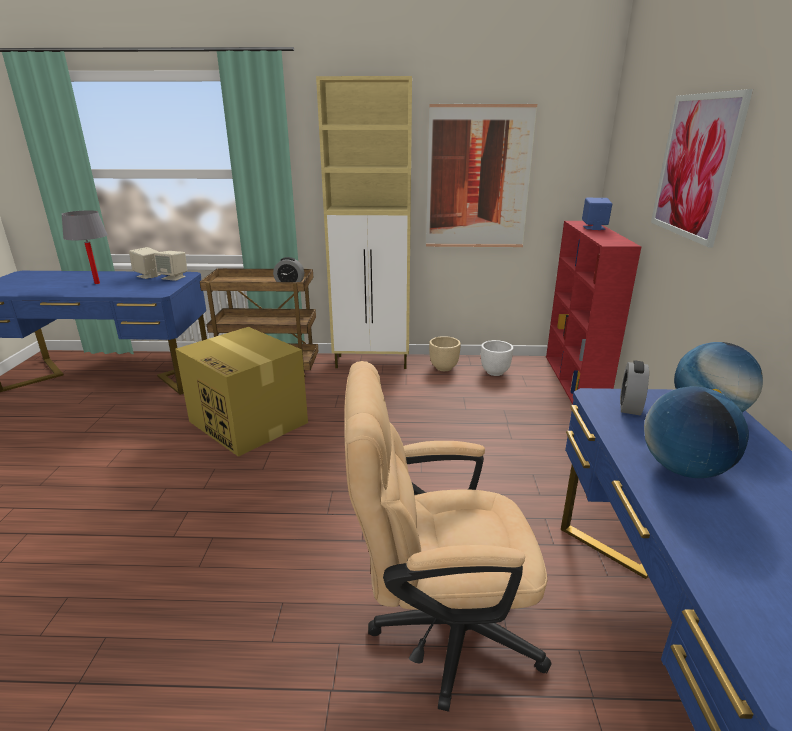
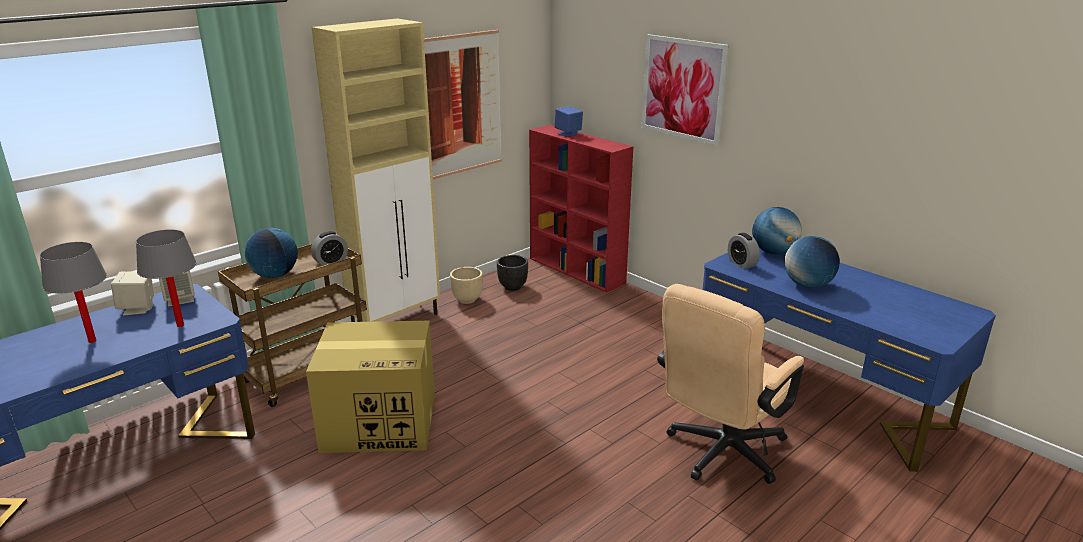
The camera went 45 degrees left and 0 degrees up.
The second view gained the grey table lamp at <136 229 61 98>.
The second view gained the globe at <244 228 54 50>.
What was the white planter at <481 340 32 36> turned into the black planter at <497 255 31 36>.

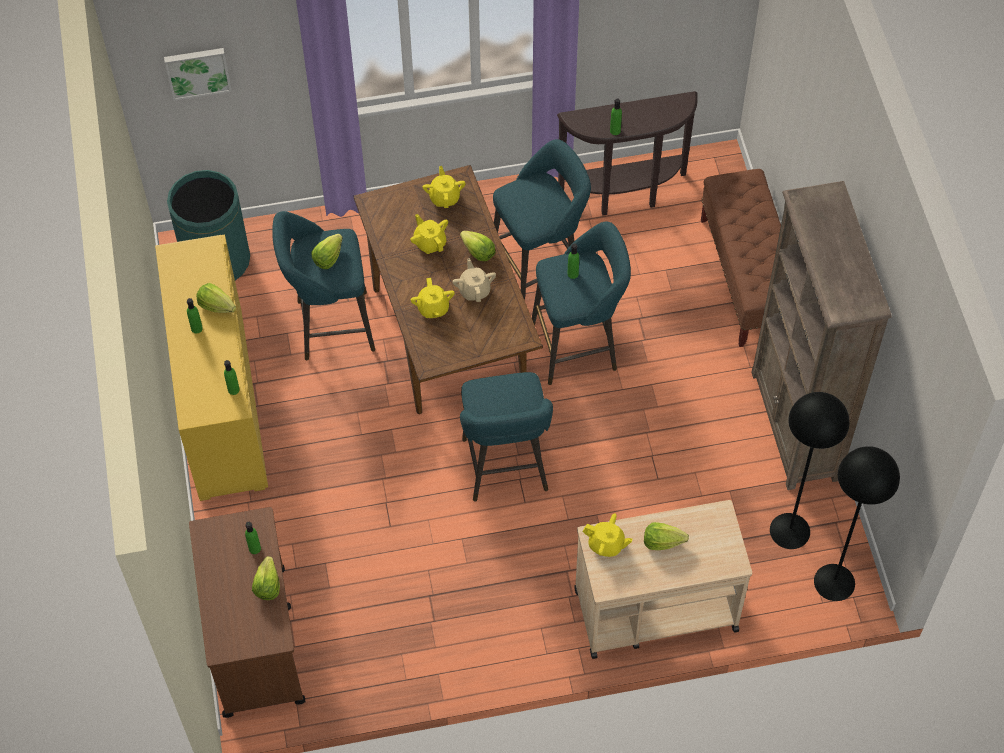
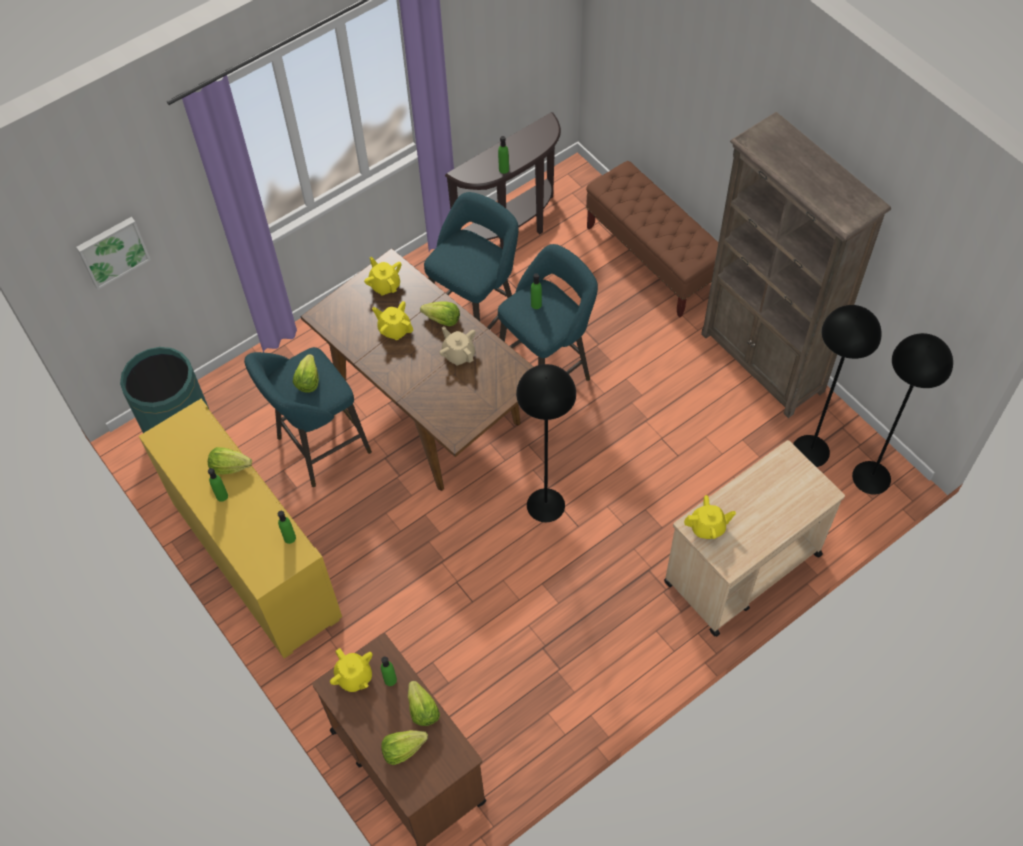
The camera went 25 degrees left and 0 degrees up.
The yellow teapot ended up elsewhere, having gone from <411 278 44 40> to <330 648 43 44>.
The lettuce ended up elsewhere, having gone from <644 522 45 28> to <381 730 47 35>.
Where the turquoise stool stood at <460 372 93 130>, the black floor lamp came to stand at <516 364 60 158>.

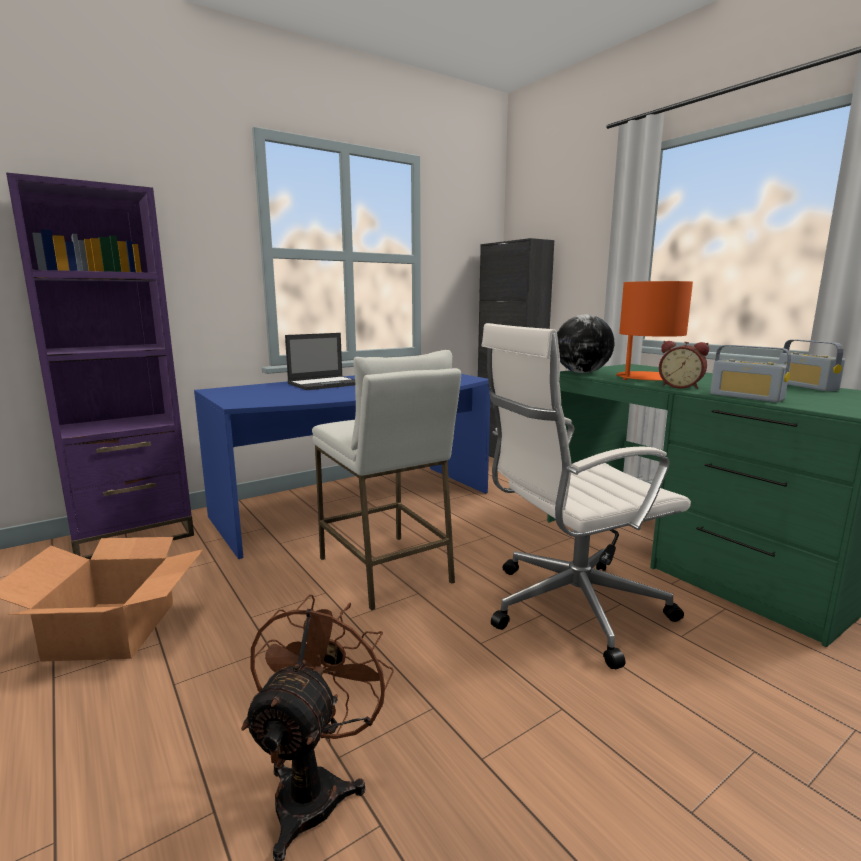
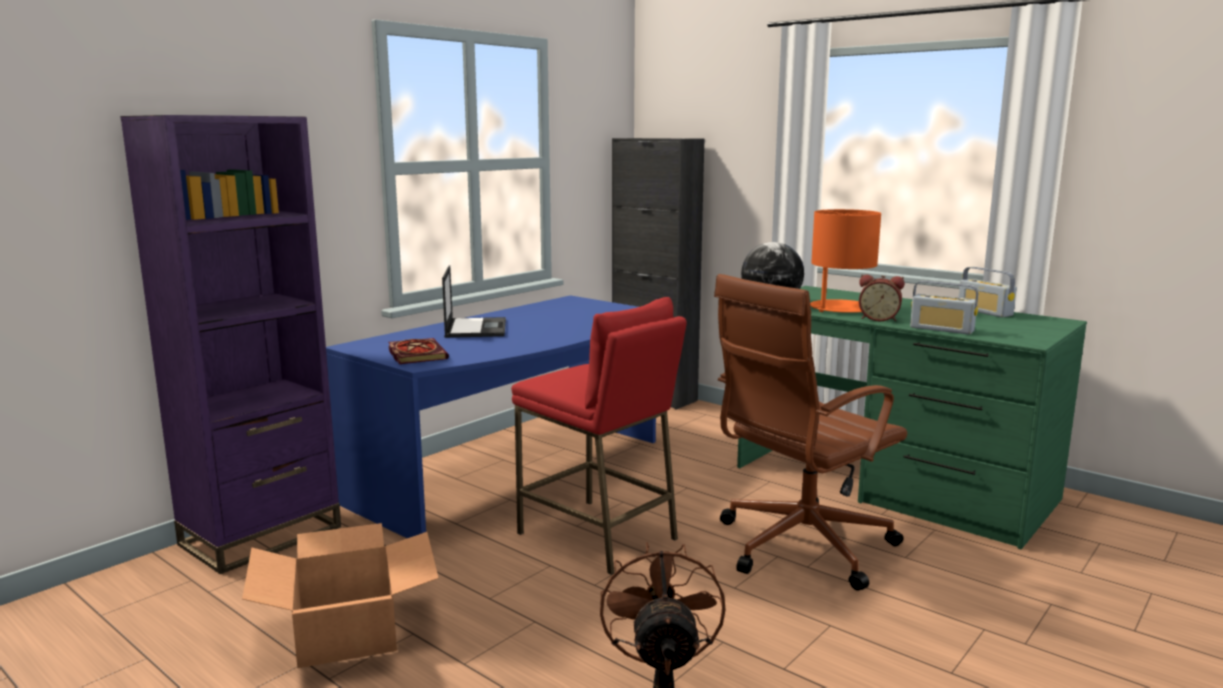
The camera went 15 degrees left and 0 degrees up.
The second view gained the book at <388 338 61 26>.
The laptop at <285 333 71 57> ended up facing another way, 45 degrees counterclockwise from before.
What was the white stool at <312 350 149 260> turned into the red stool at <511 297 176 278>.
What was the white office chair at <481 323 210 346> turned into the brown office chair at <714 274 193 317>.

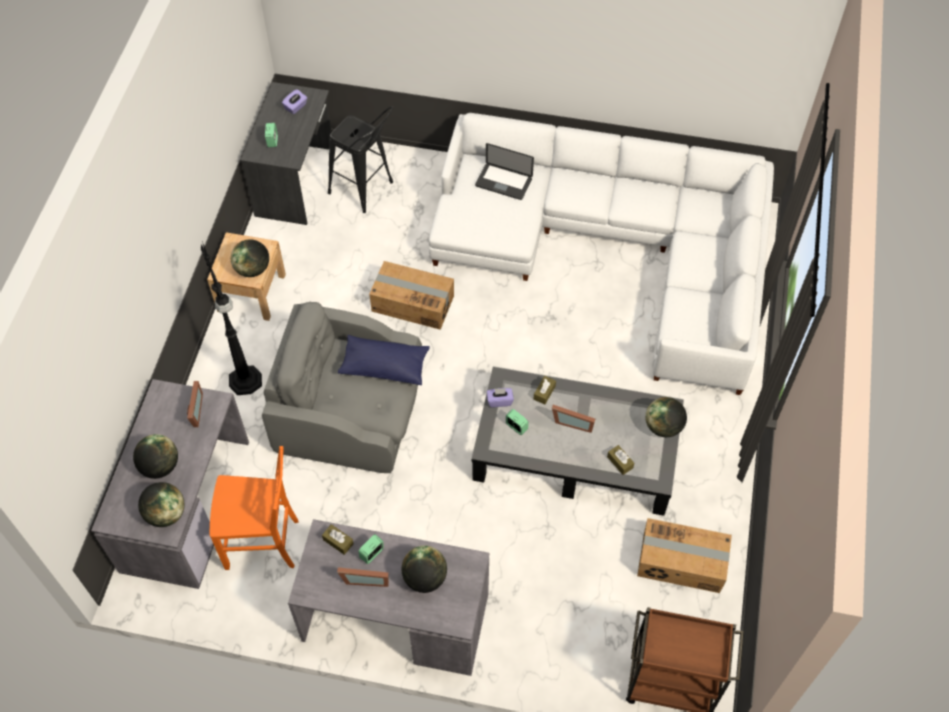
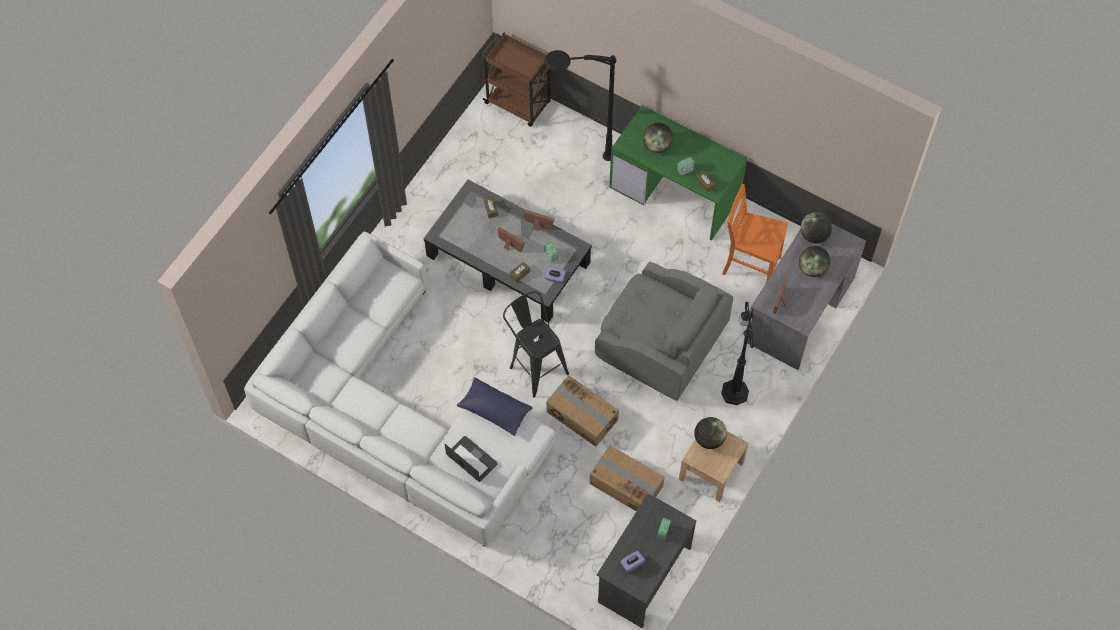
The camera went 160 degrees left and 5 degrees up.
The blue pillow ended up elsewhere, having gone from <338 335 92 50> to <457 377 76 59>.
The black stool ended up elsewhere, having gone from <328 106 66 107> to <503 291 66 107>.
The picture frame ended up elsewhere, having gone from <337 567 52 20> to <524 209 31 22>.
The second view gained the black floor lamp at <545 50 71 111>.
The cardboard box ended up elsewhere, having gone from <637 518 95 75> to <590 445 75 66>.
What was the grey desk at <288 519 201 157> turned into the green desk at <609 105 138 135>.
The second view lost the globe at <645 397 42 40>.

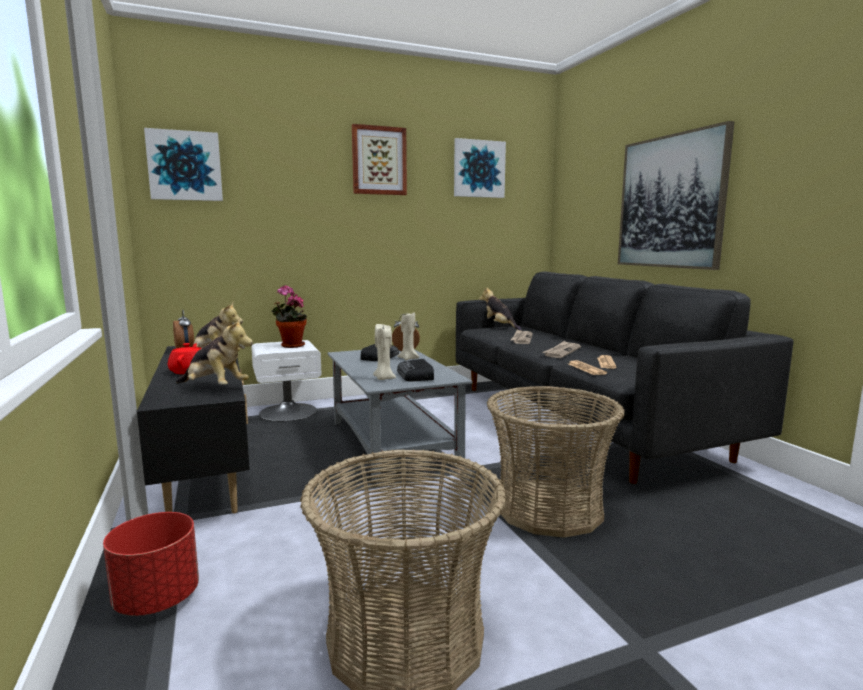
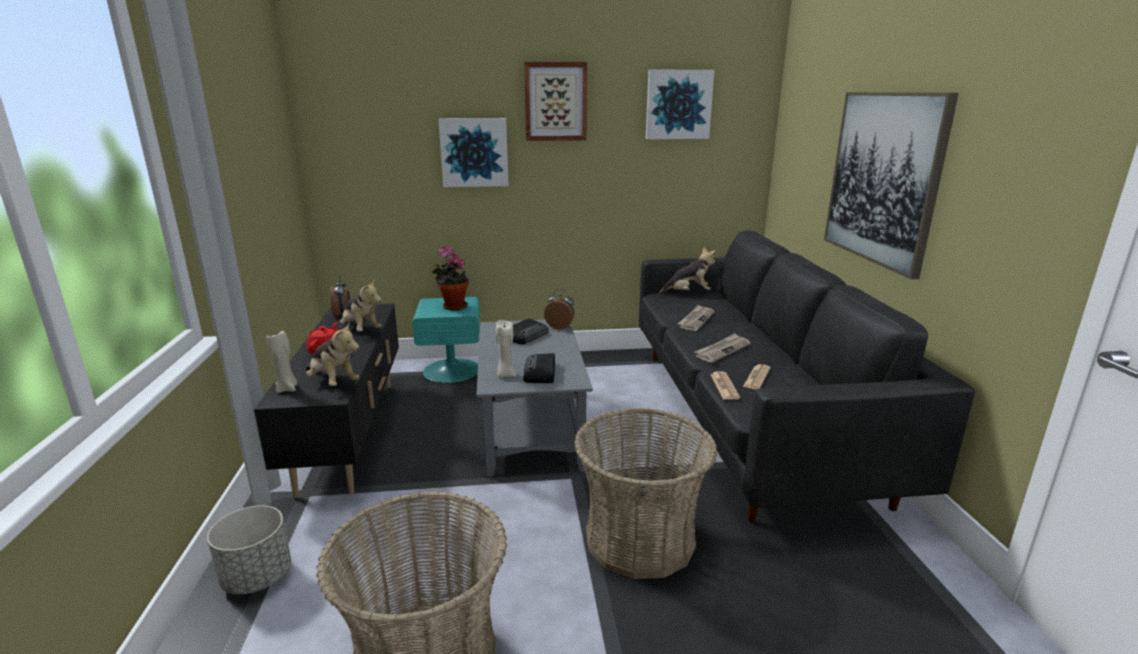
The camera went 15 degrees right and 10 degrees up.
What was the red planter at <103 512 96 104> turned into the grey planter at <207 506 84 88>.
The beige candle ended up elsewhere, having gone from <397 313 22 47> to <266 331 31 62>.
What was the white nightstand at <251 340 70 81> turned into the turquoise nightstand at <412 297 68 86>.
The picture ended up elsewhere, having gone from <144 128 79 73> to <438 118 71 69>.
The plush toy at <479 287 42 44> ended up facing another way, 105 degrees clockwise from before.

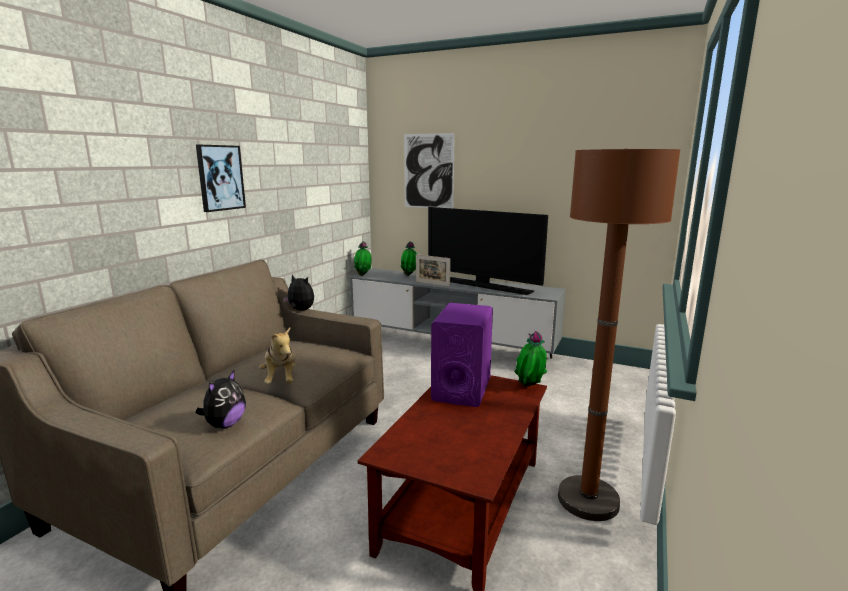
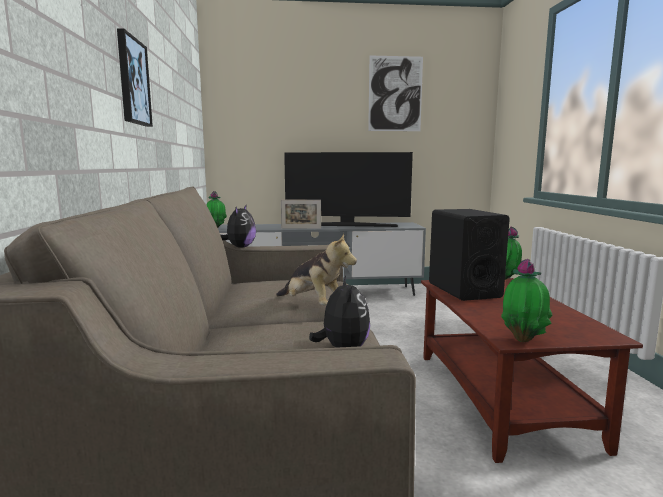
The camera went 30 degrees left and 5 degrees down.
The plush toy at <283 275 31 36> ended up facing another way, 105 degrees clockwise from before.
The picture ended up elsewhere, having gone from <404 133 51 75> to <368 56 55 75>.
What was the purple speaker at <431 303 62 104> turned into the black speaker at <429 209 81 92>.
The potted plant ended up elsewhere, having gone from <401 241 16 35> to <501 259 51 83>.
The second view lost the brown floor lamp at <558 148 122 373>.

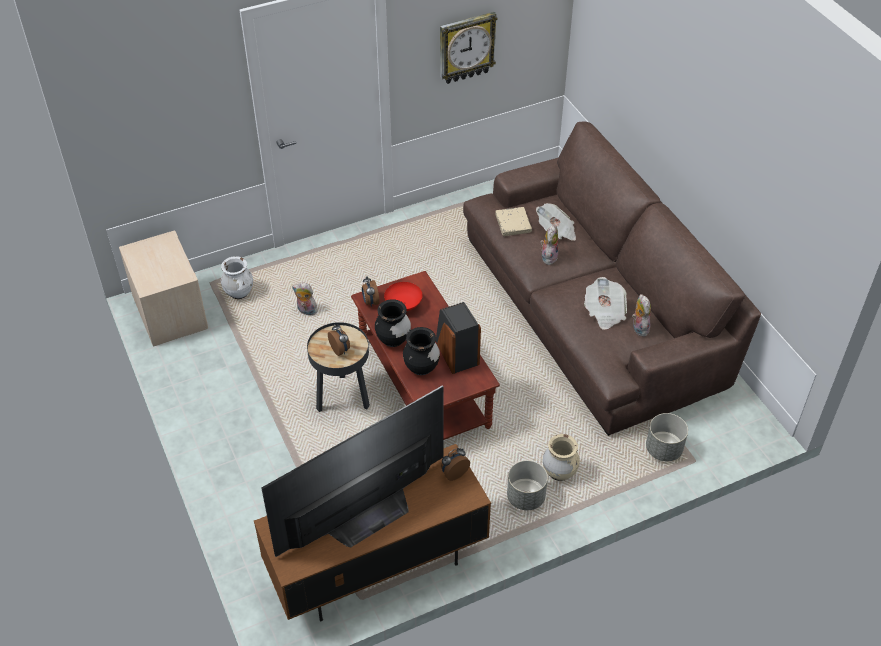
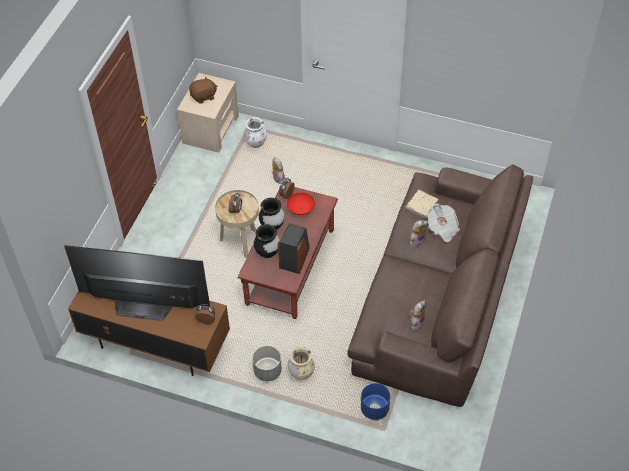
The camera went 45 degrees right and 5 degrees up.
The second view gained the brown plush toy at <189 76 28 28>.
What was the black side table at <307 322 63 90> turned into the beige side table at <215 190 44 68>.
What was the grey planter at <646 413 42 48> turned into the blue planter at <361 383 29 37>.
The second view lost the wall clock at <440 12 58 72>.
The second view lost the newspaper at <584 277 43 53>.

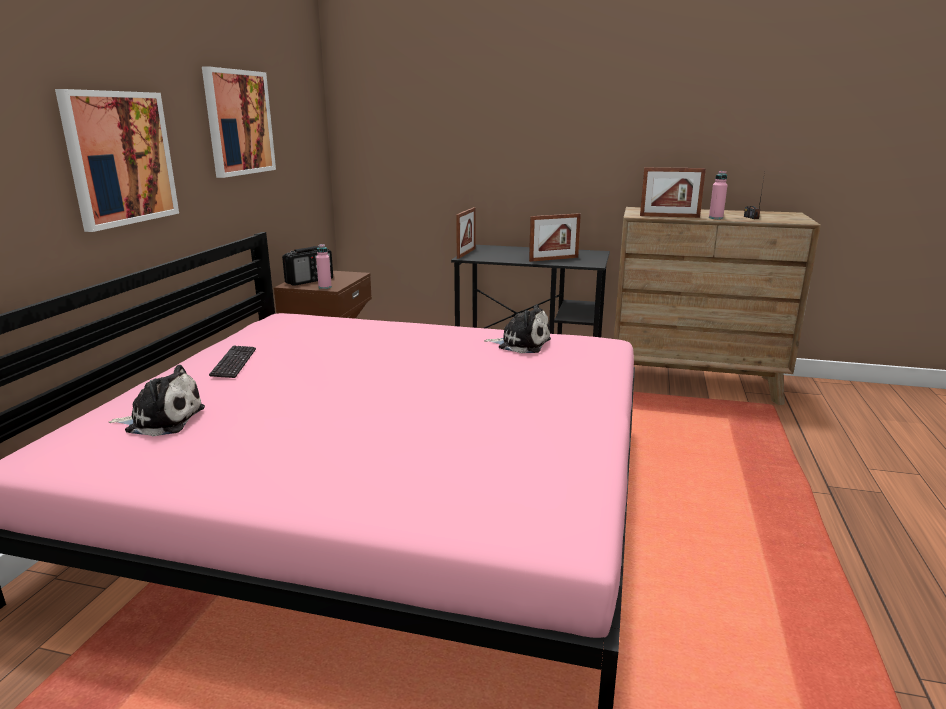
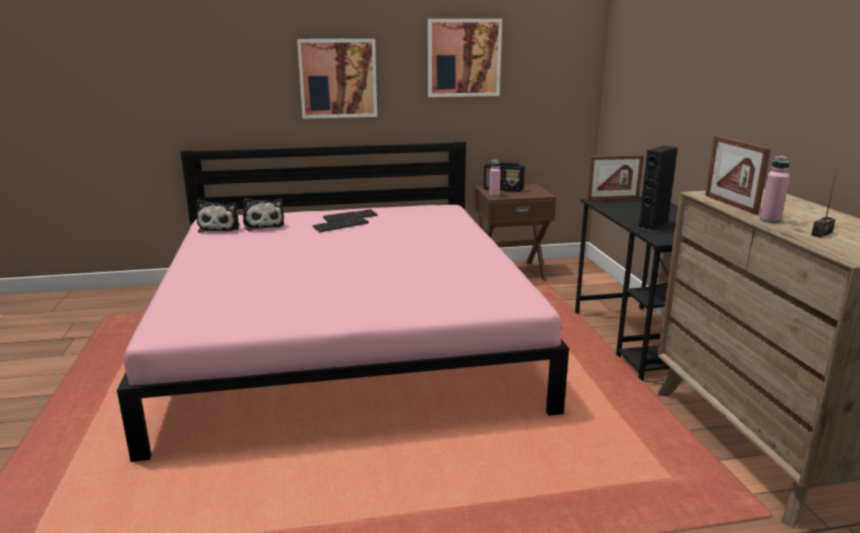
The camera went 65 degrees right and 0 degrees up.
The plush toy ended up elsewhere, having gone from <484 304 67 49> to <196 200 44 33>.
The second view gained the keyboard at <312 216 57 16>.
Where the picture frame stood at <529 213 52 49>, the black speaker came to stand at <637 146 41 85>.

